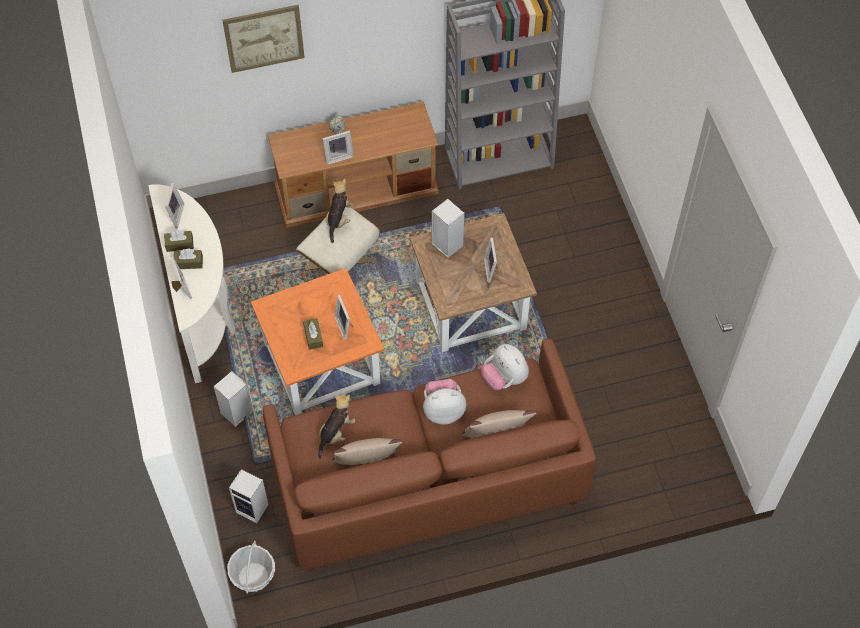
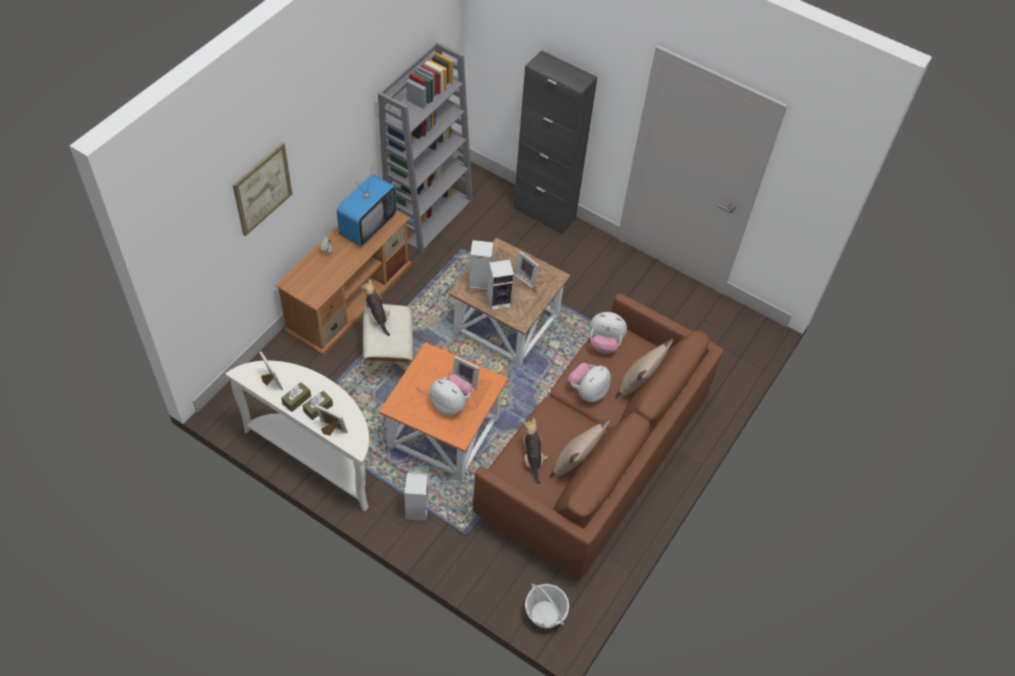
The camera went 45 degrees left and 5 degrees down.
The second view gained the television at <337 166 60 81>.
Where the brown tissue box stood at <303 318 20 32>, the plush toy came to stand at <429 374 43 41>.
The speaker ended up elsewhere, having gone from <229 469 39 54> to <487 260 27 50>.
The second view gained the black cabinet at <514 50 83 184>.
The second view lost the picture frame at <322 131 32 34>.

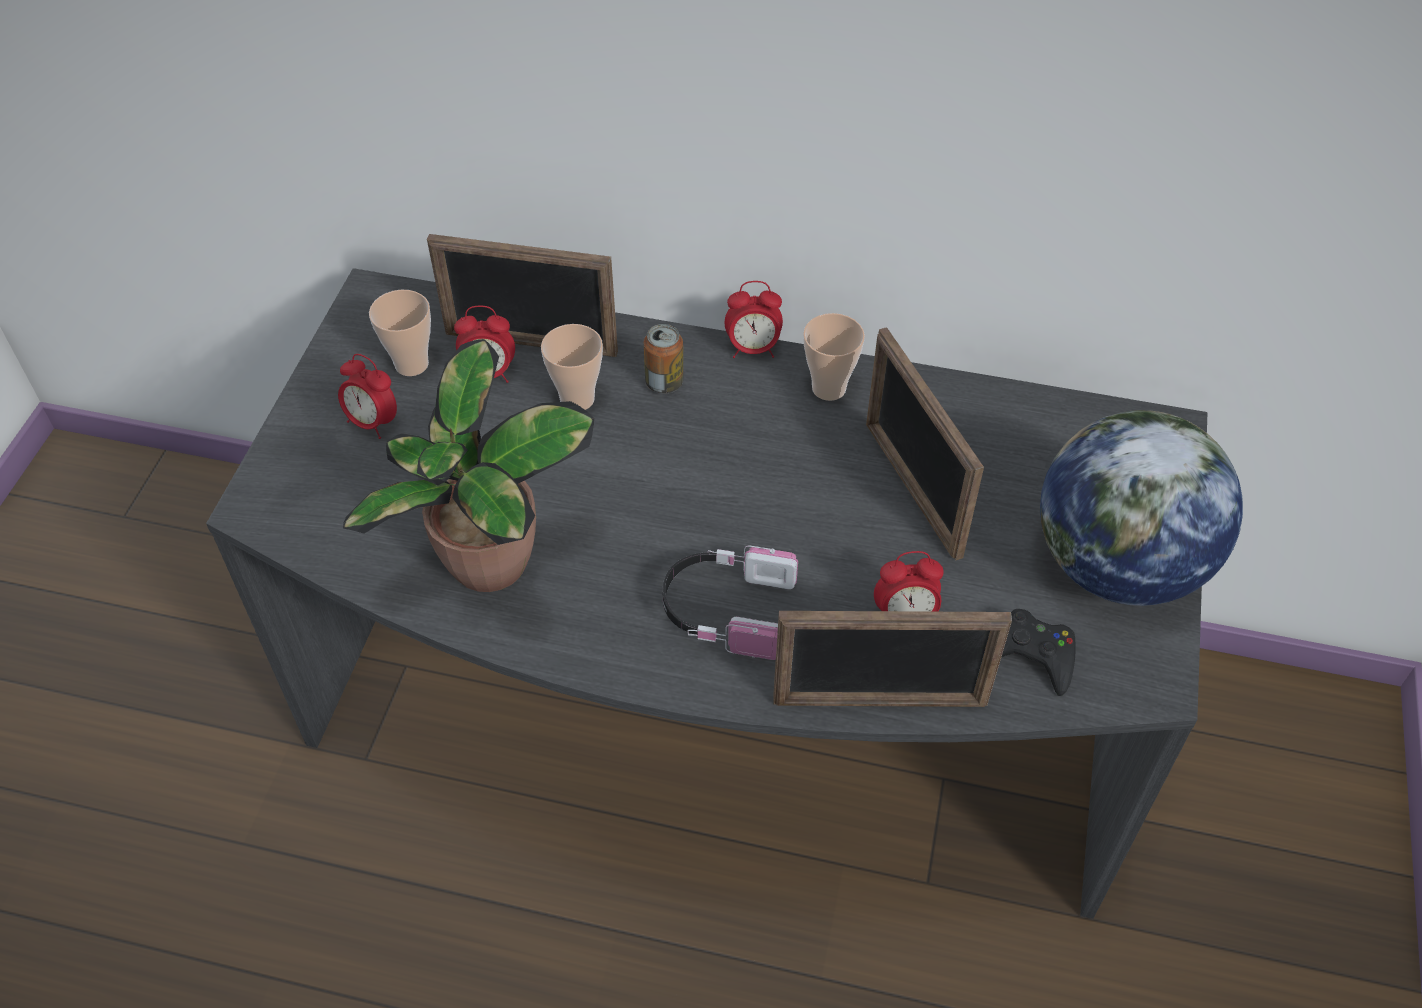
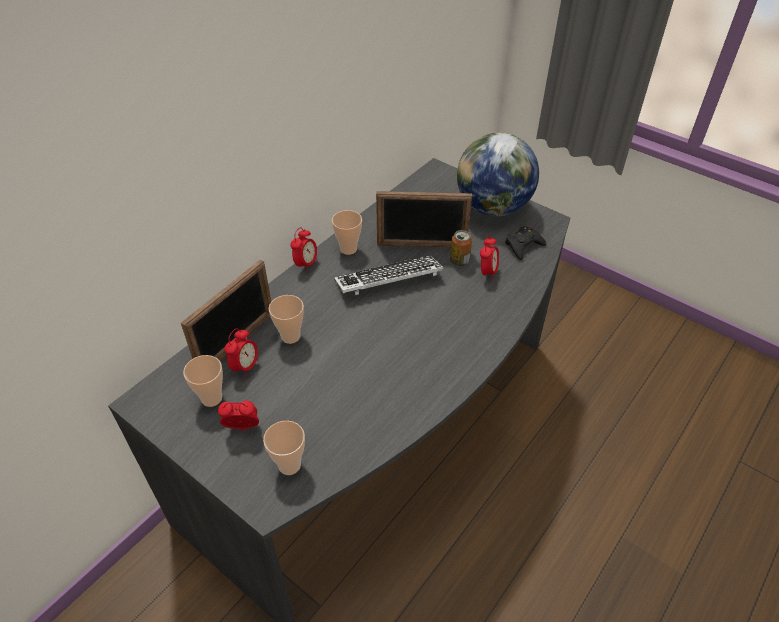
The camera went 65 degrees left and 5 degrees down.
The alarm clock at <338 354 59 85> ended up facing another way, 150 degrees counterclockwise from before.
The second view gained the cup at <263 421 42 54>.
The second view gained the keyboard at <334 255 110 40>.
The can ended up elsewhere, having gone from <644 324 39 70> to <450 230 22 36>.
The second view lost the potted plant at <343 339 251 253>.
The second view lost the headphones at <662 546 136 114>.
The second view lost the picture frame at <773 611 239 96>.

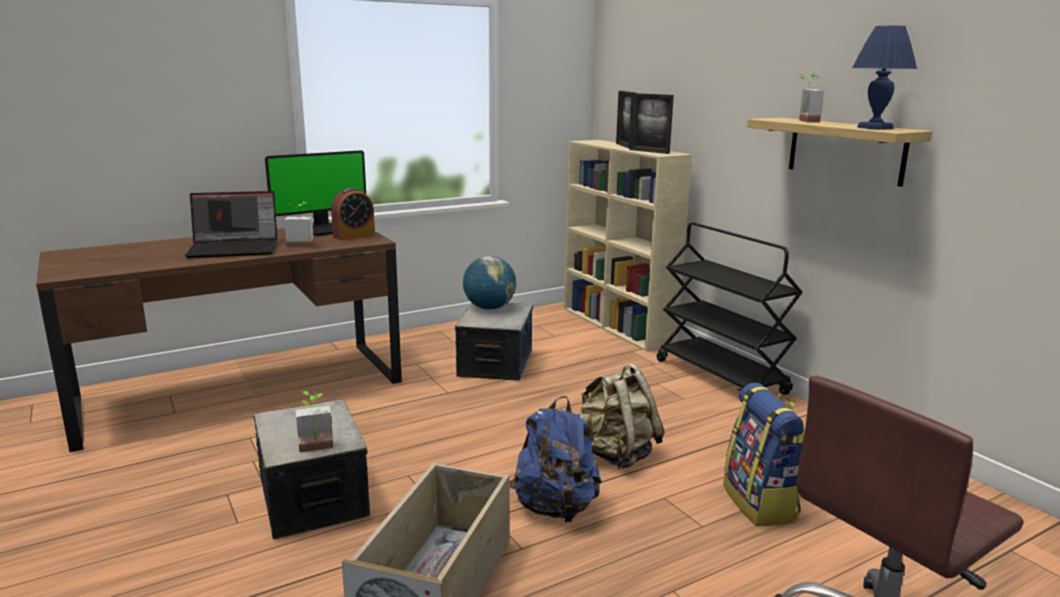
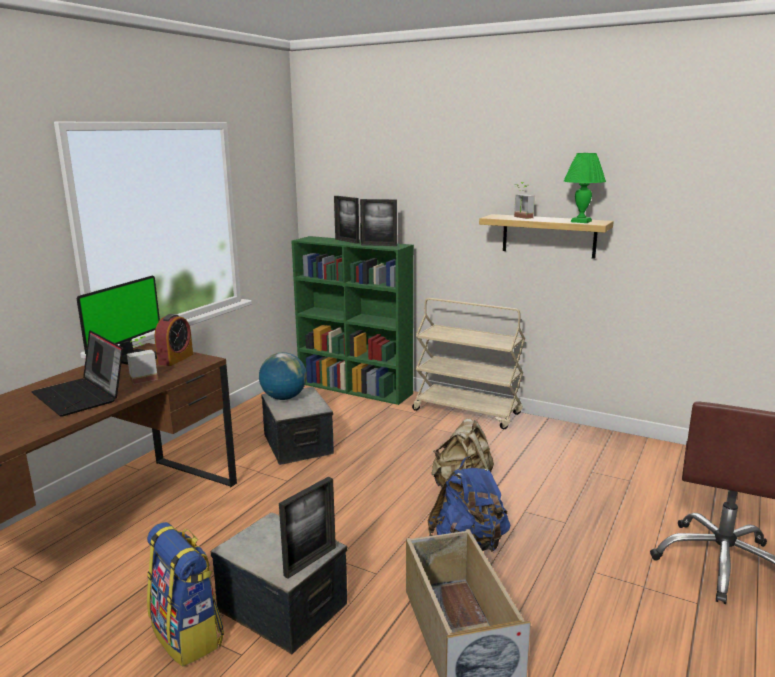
The camera went 30 degrees left and 0 degrees up.
The laptop at <185 191 92 67> ended up facing another way, 90 degrees clockwise from before.
The backpack ended up elsewhere, having gone from <723 383 81 143> to <147 522 77 145>.
Where the potted plant stood at <296 391 37 62>, the picture frame came to stand at <279 476 57 103>.
What was the beige bookcase at <564 140 128 212> turned into the green bookcase at <291 236 123 169>.
What was the black cart at <657 222 146 173> turned into the beige cart at <412 298 113 131>.
What was the blue table lamp at <852 26 65 104> turned into the green table lamp at <564 153 42 70>.

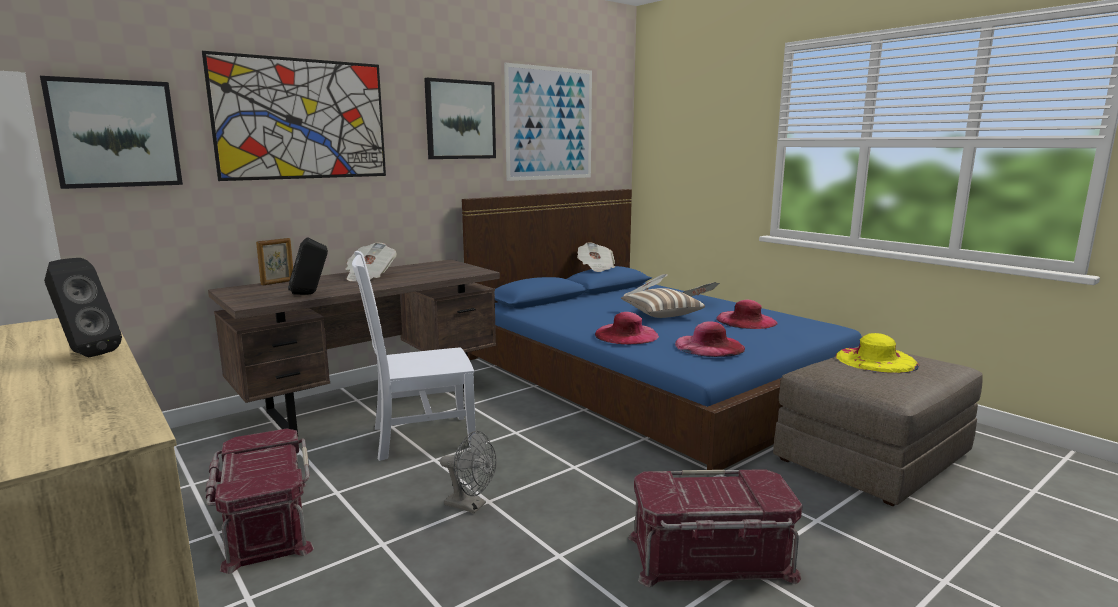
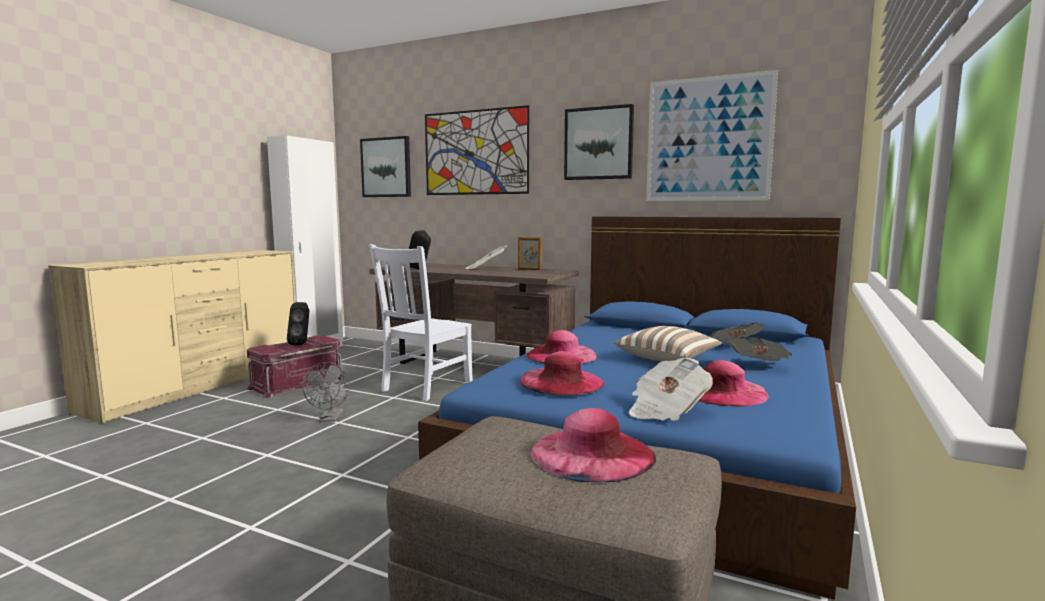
The camera went 65 degrees right and 5 degrees down.
The black speaker ended up elsewhere, having gone from <44 258 78 99> to <287 302 22 43>.
The white chair at <352 251 124 210> ended up facing another way, 105 degrees counterclockwise from before.
The picture frame ended up elsewhere, having gone from <256 238 37 48> to <518 237 24 33>.
What was the yellow hat at <836 333 83 40> turned into the pink hat at <530 408 126 74>.
The newspaper ended up elsewhere, having gone from <577 242 38 30> to <629 358 84 63>.
The second view lost the red storage box at <628 469 175 118>.

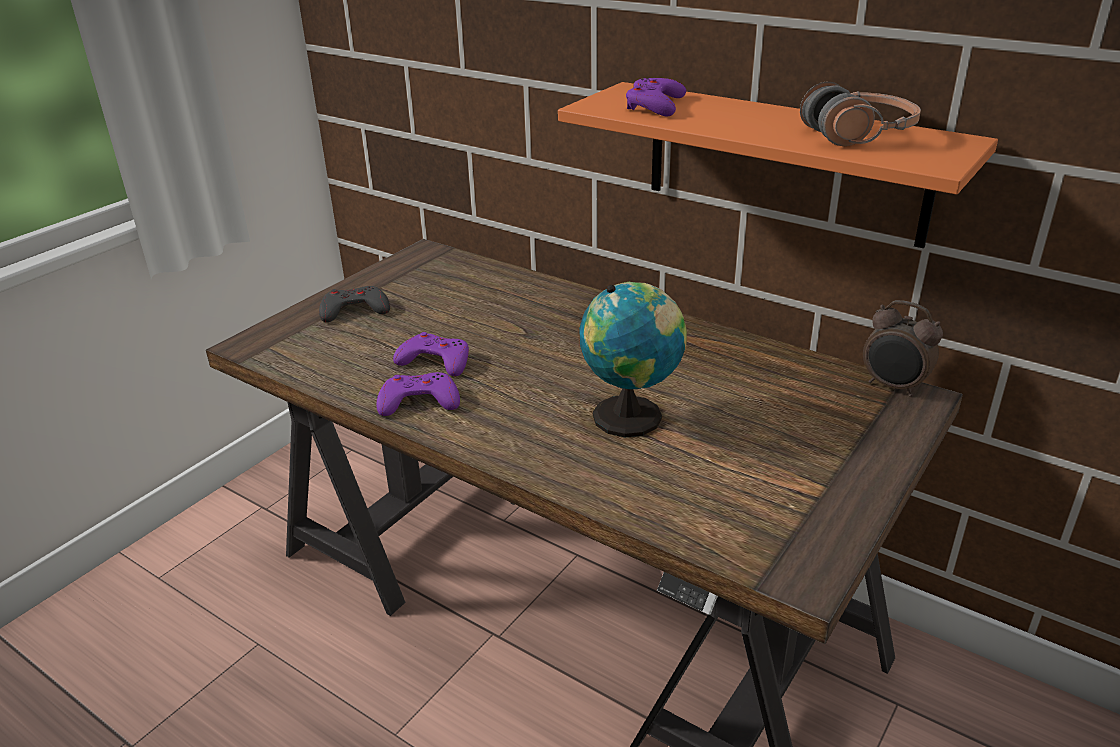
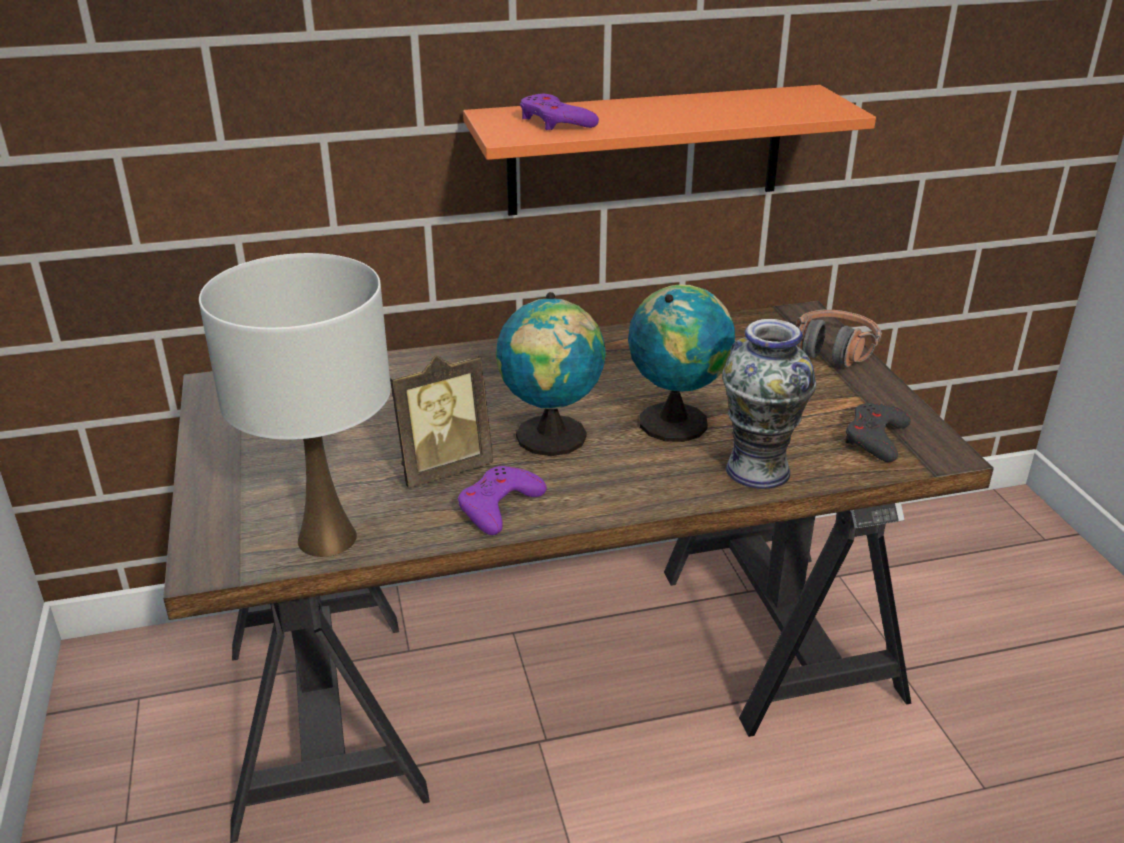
The camera went 50 degrees left and 0 degrees up.
The second view gained the white table lamp at <199 253 192 304>.
Where the purple game controller stood at <393 332 76 44>, the picture frame came to stand at <390 355 103 133>.
The second view gained the globe at <496 292 110 164>.
The second view gained the vase at <722 319 94 170>.
The headphones ended up elsewhere, having gone from <800 82 121 64> to <796 309 86 58>.
The grey game controller ended up elsewhere, having gone from <319 286 71 36> to <845 403 66 59>.
The second view lost the alarm clock at <863 300 80 97>.

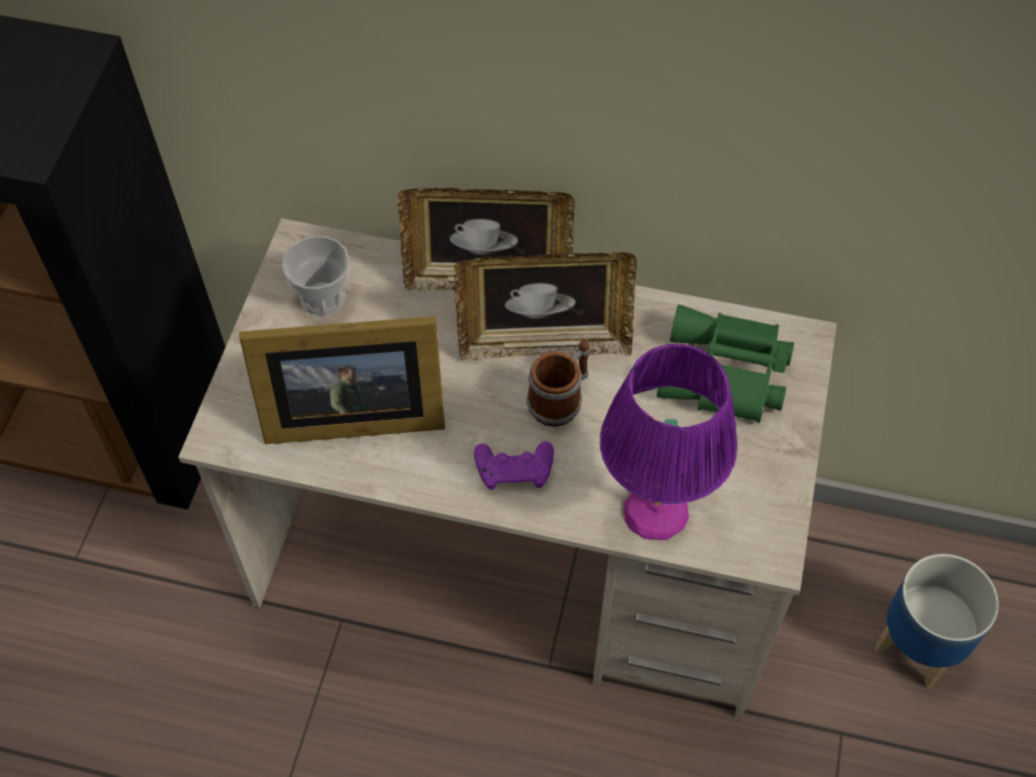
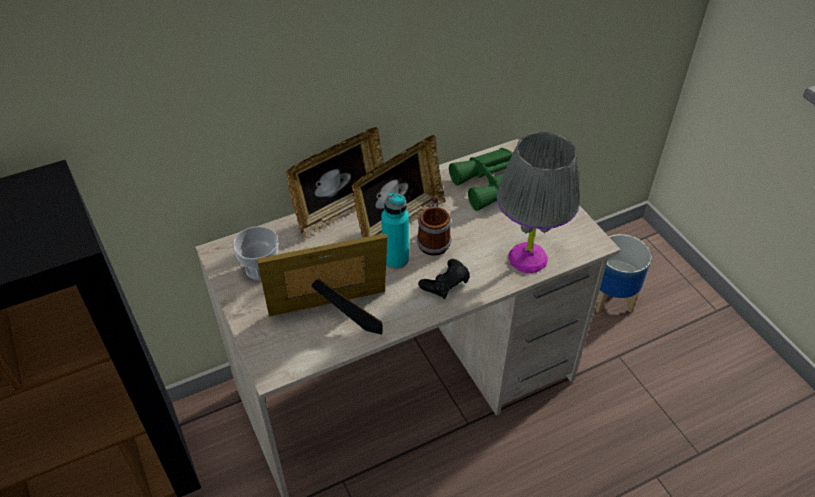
The camera went 40 degrees left and 10 degrees down.
The picture frame at <239 316 206 128> ended up facing another way, 150 degrees counterclockwise from before.
The second view gained the turquoise bottle at <381 192 28 77>.
What was the purple game controller at <474 441 80 49> turned into the black game controller at <418 259 52 40>.
What was the purple table lamp at <600 344 138 196> turned into the grey table lamp at <497 132 83 141>.

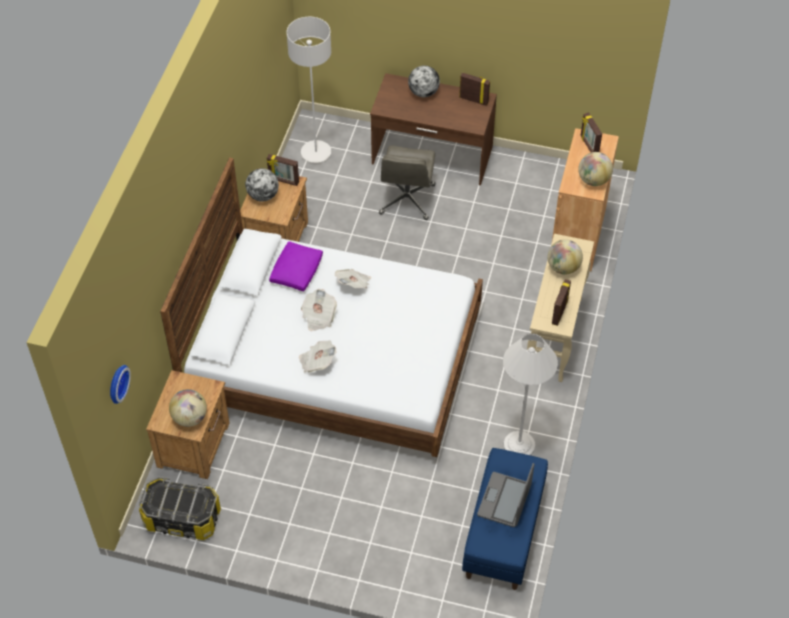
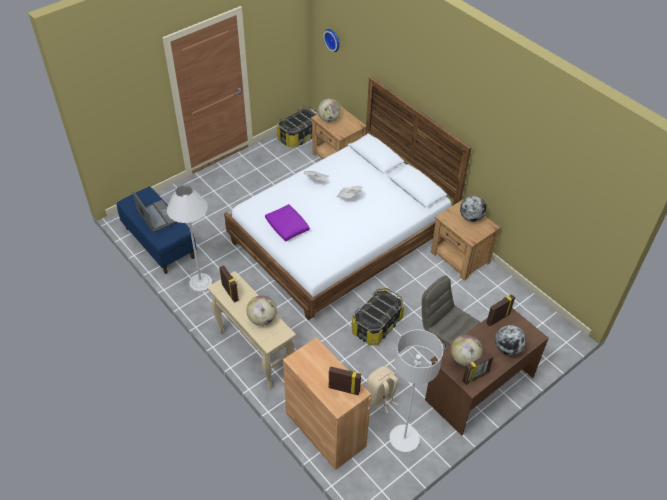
The camera went 125 degrees right and 5 degrees down.
The purple pillow ended up elsewhere, having gone from <269 241 54 51> to <265 204 45 37>.
The second view gained the storage box at <352 288 52 57>.
The second view gained the beige backpack at <366 366 32 47>.
The grey floor lamp ended up elsewhere, having gone from <287 17 44 146> to <390 330 53 122>.
The globe ended up elsewhere, having gone from <578 152 35 34> to <451 335 31 31>.
The picture frame ended up elsewhere, having gone from <267 154 32 32> to <486 294 29 33>.
The second view lost the newspaper at <335 269 36 19>.

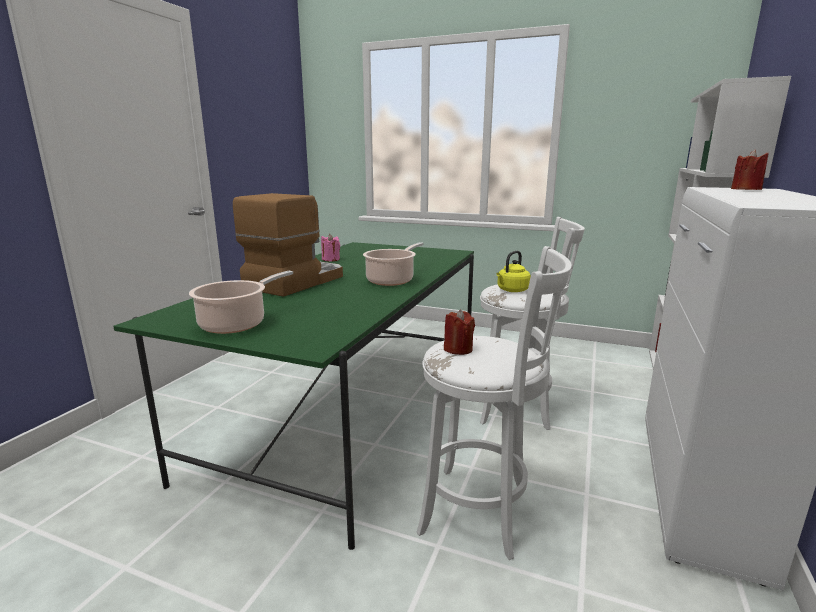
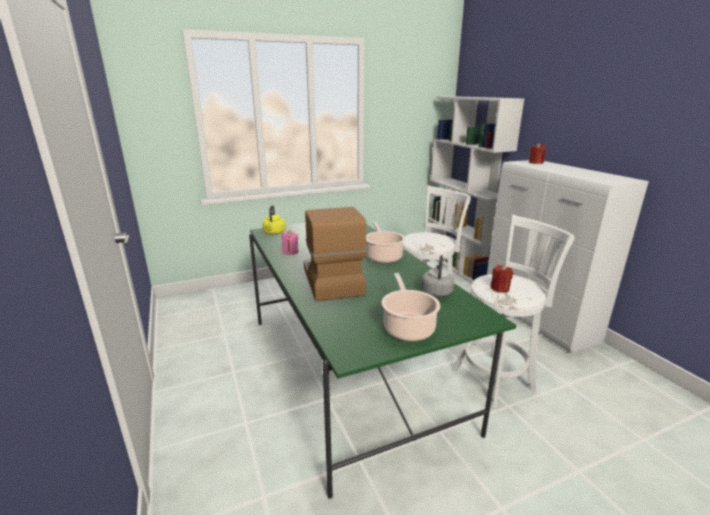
The camera went 45 degrees left and 5 degrees up.
The yellow kettle ended up elsewhere, having gone from <497 251 34 41> to <263 205 23 30>.
The second view gained the grey kettle at <421 255 33 42>.

